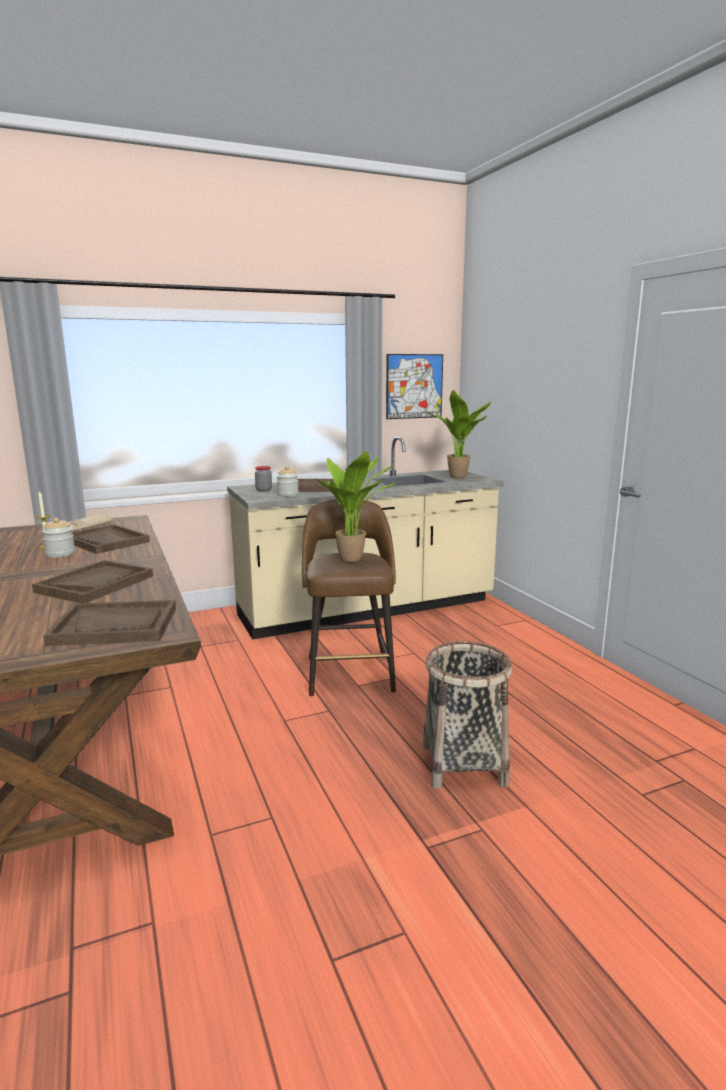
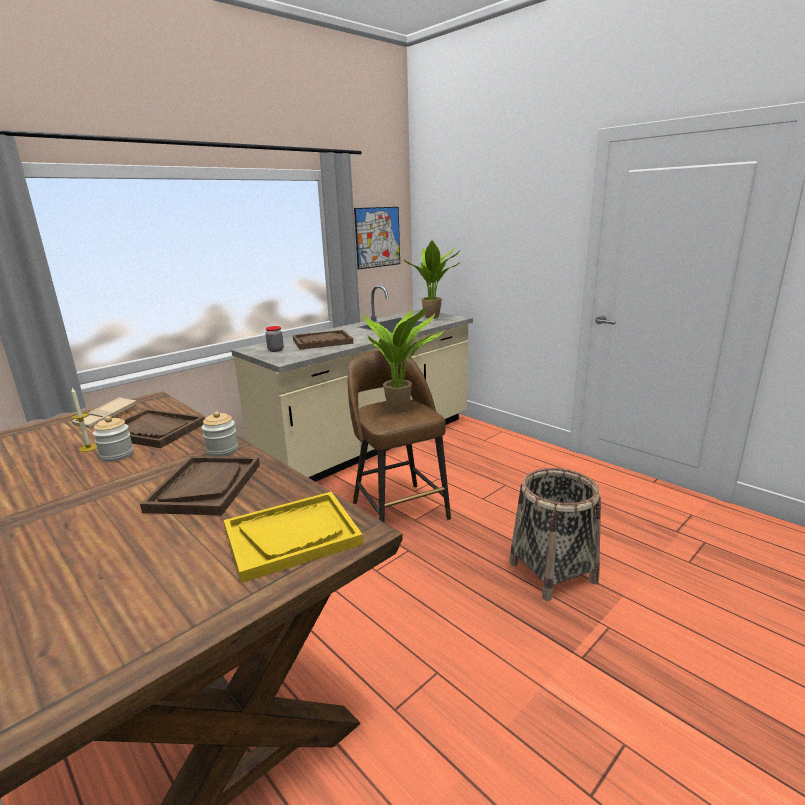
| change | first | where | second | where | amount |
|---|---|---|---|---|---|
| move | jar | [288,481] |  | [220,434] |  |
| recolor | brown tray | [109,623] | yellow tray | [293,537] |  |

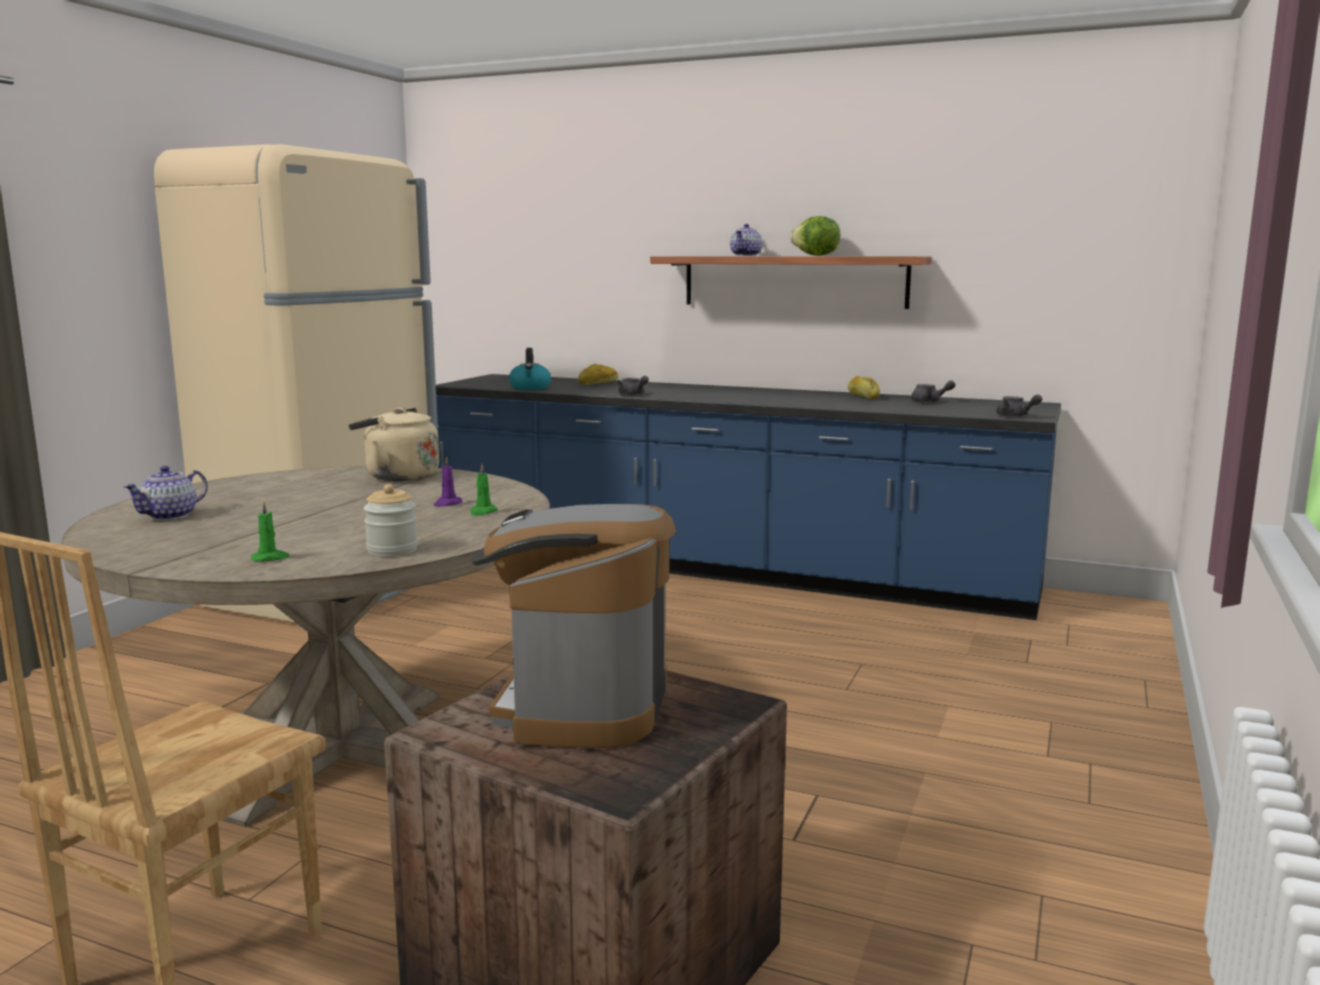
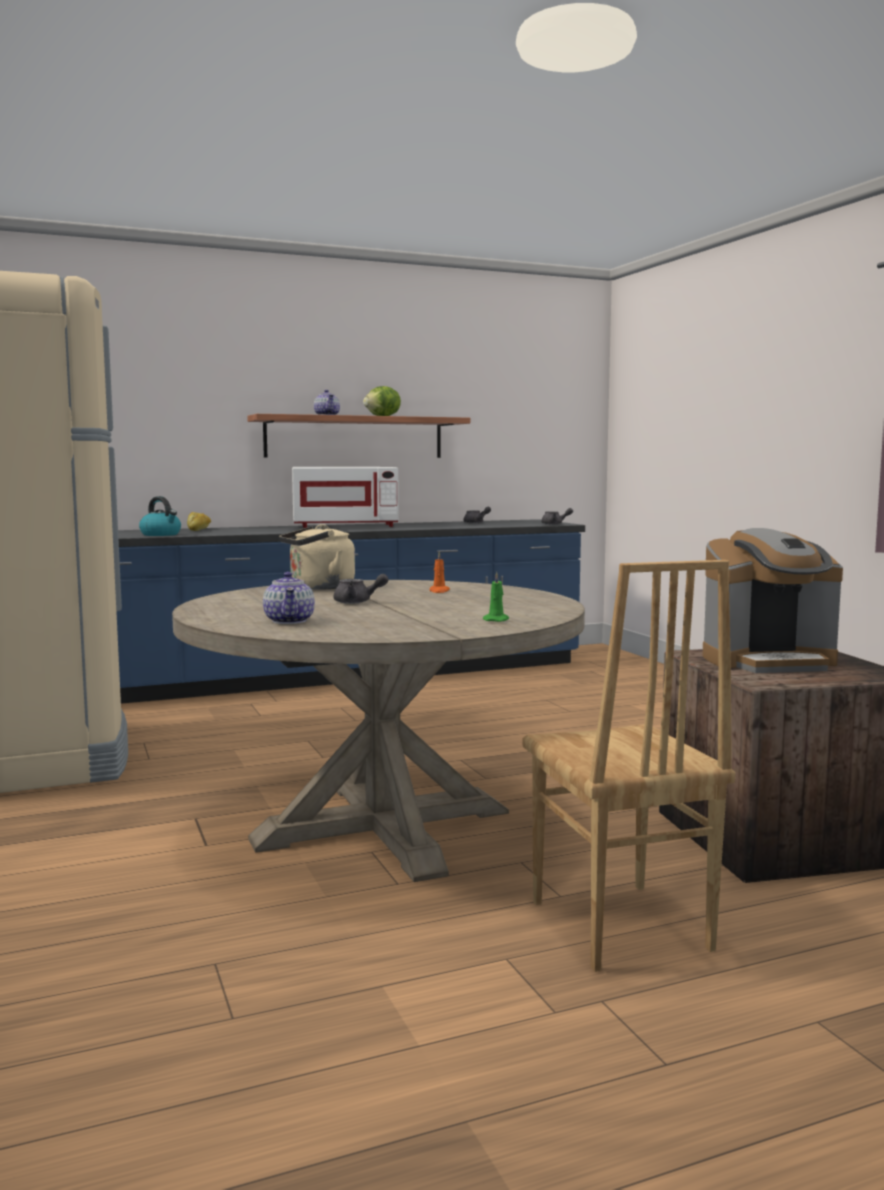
| change | first | where | second | where | amount |
|---|---|---|---|---|---|
| insert |  |  | white microwave | [345,497] |  |
| move | grey teapot | [633,385] |  | [361,589] |  |
| recolor | purple candle | [448,481] | orange candle | [440,572] |  |
| rotate | coffee machine | [573,626] |  | [773,600] | 60 degrees counterclockwise |
| delete | jar | [391,520] |  |  |  |
| delete | green candle | [484,490] |  |  |  |
| delete | bread | [864,388] |  |  |  |

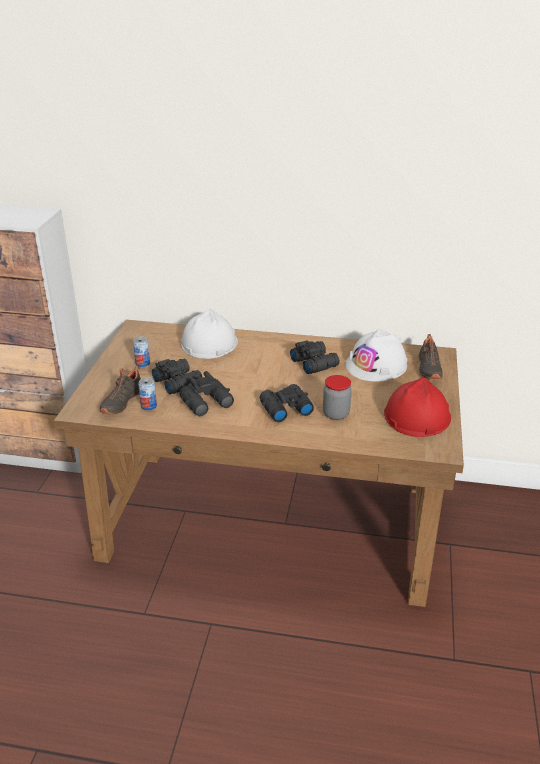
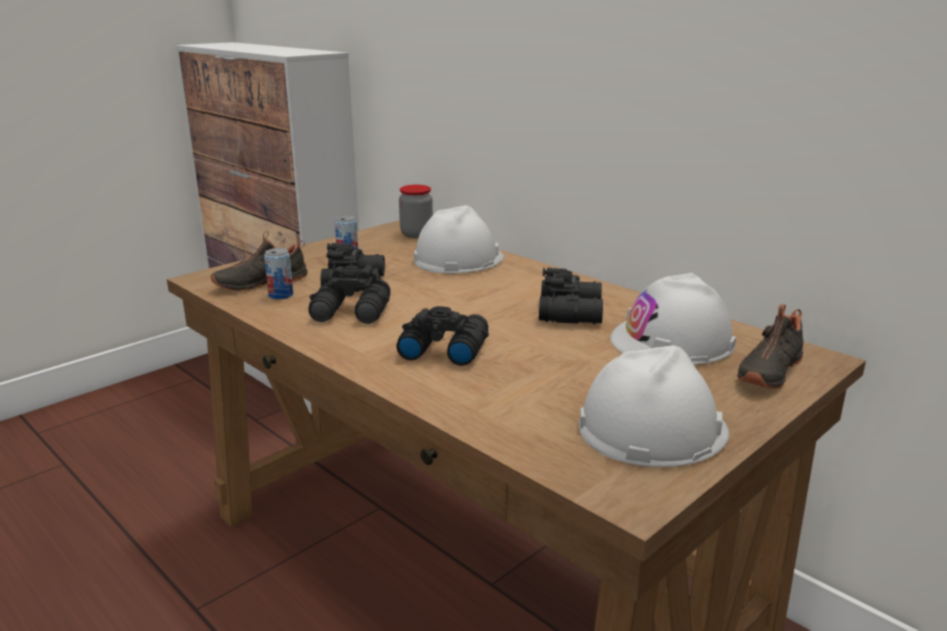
| change | first | where | second | where | amount |
|---|---|---|---|---|---|
| move | jar | [337,397] |  | [416,211] |  |
| recolor | red hard hat | [417,407] | white hard hat | [654,406] |  |

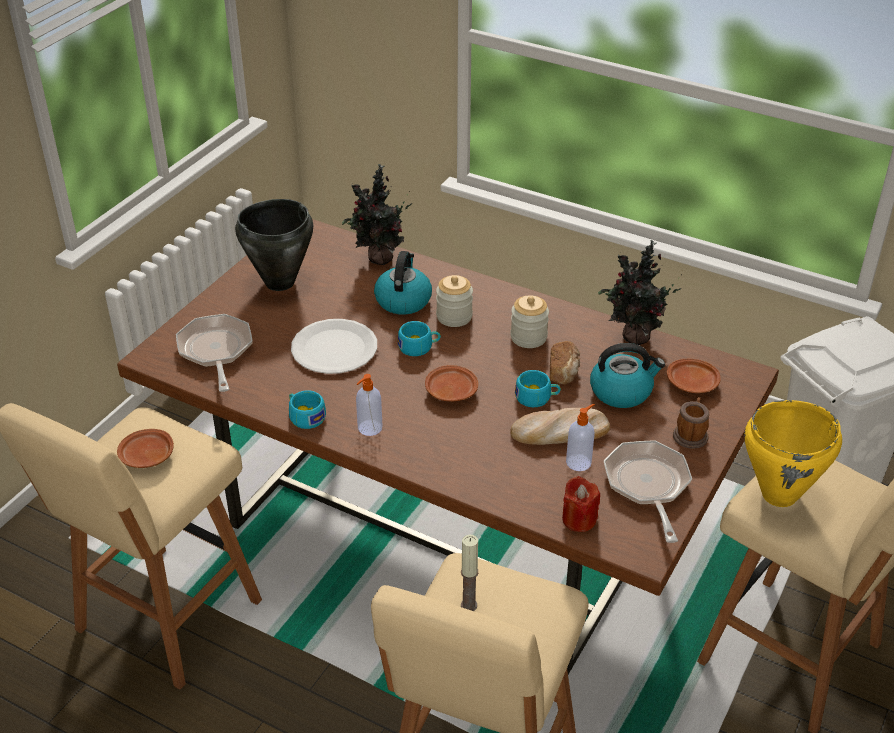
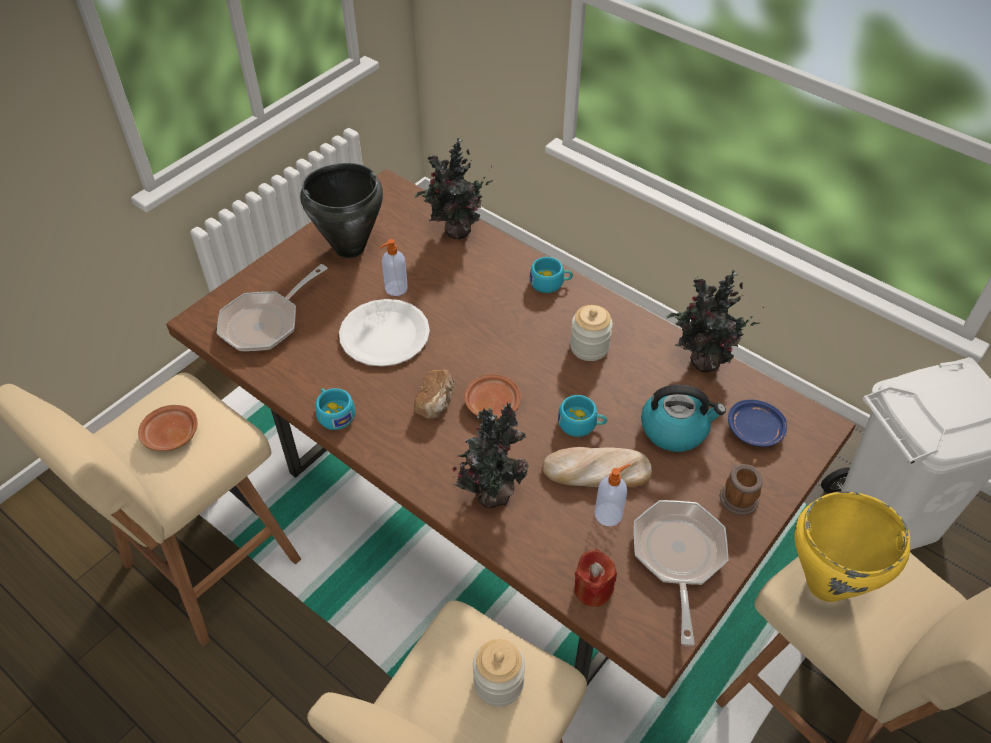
| change | first | where | second | where | amount |
|---|---|---|---|---|---|
| rotate | frying pan | [214,353] |  | [272,308] | 135 degrees counterclockwise |
| move | soap dispenser | [369,405] |  | [393,267] |  |
| move | bread | [565,362] |  | [434,394] |  |
| insert |  |  | potted plant | [491,455] |  |
| move | jar | [454,301] |  | [499,673] |  |
| move | turquoise cup | [419,338] |  | [551,275] |  |
| recolor | brown plate | [694,376] | blue plate | [757,423] |  |
| delete | kettle | [403,283] |  |  |  |
| delete | candle | [469,573] |  |  |  |

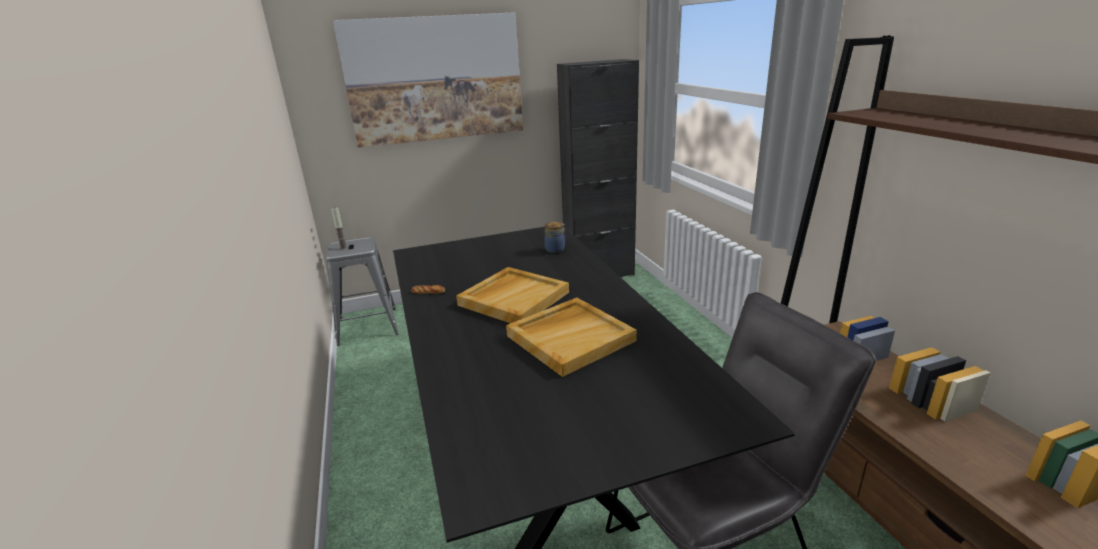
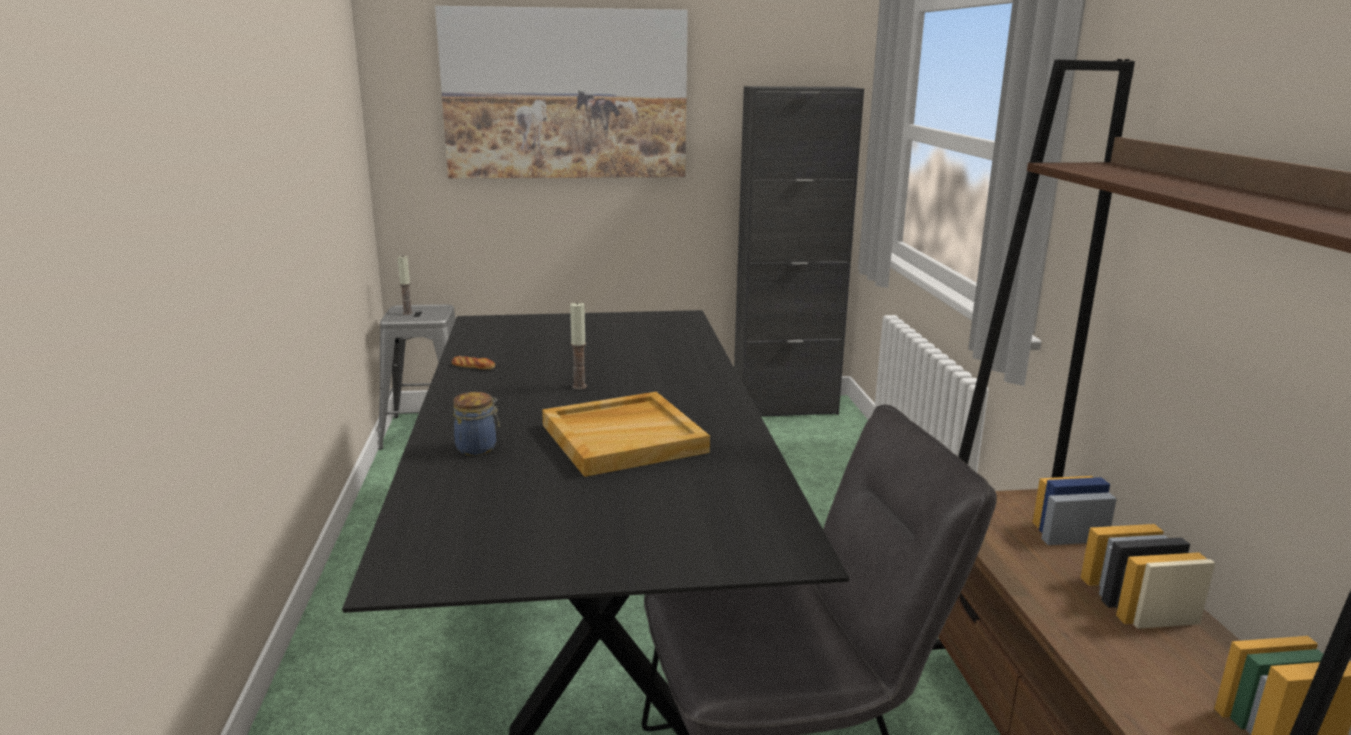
| change | first | where | second | where | amount |
|---|---|---|---|---|---|
| move | jar | [555,237] |  | [476,423] |  |
| replace | beige tray | [512,295] | candle | [578,345] |  |

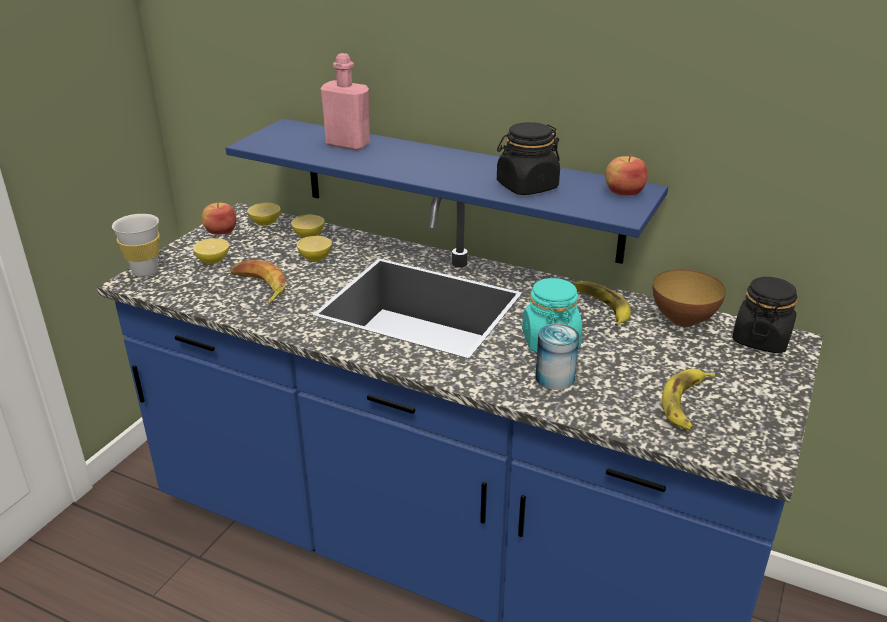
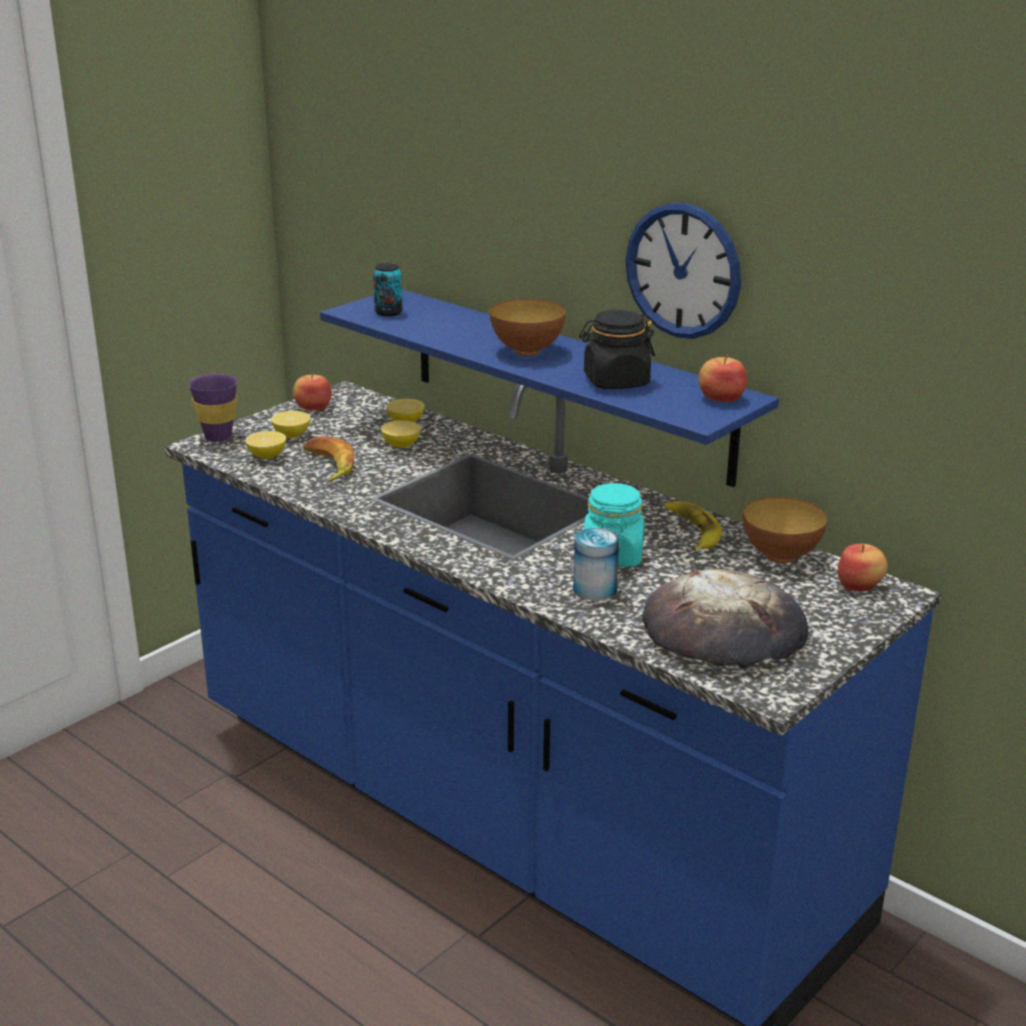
| change | first | where | second | where | amount |
|---|---|---|---|---|---|
| recolor | white cup | [136,245] | purple cup | [213,408] |  |
| move | lemon | [264,214] |  | [265,445] |  |
| insert |  |  | can | [388,289] |  |
| insert |  |  | bowl | [527,327] |  |
| insert |  |  | wall clock | [683,271] |  |
| replace | banana | [688,399] | bread | [725,619] |  |
| replace | black jar | [764,315] | apple | [863,568] |  |
| delete | pink bottle | [345,102] |  |  |  |

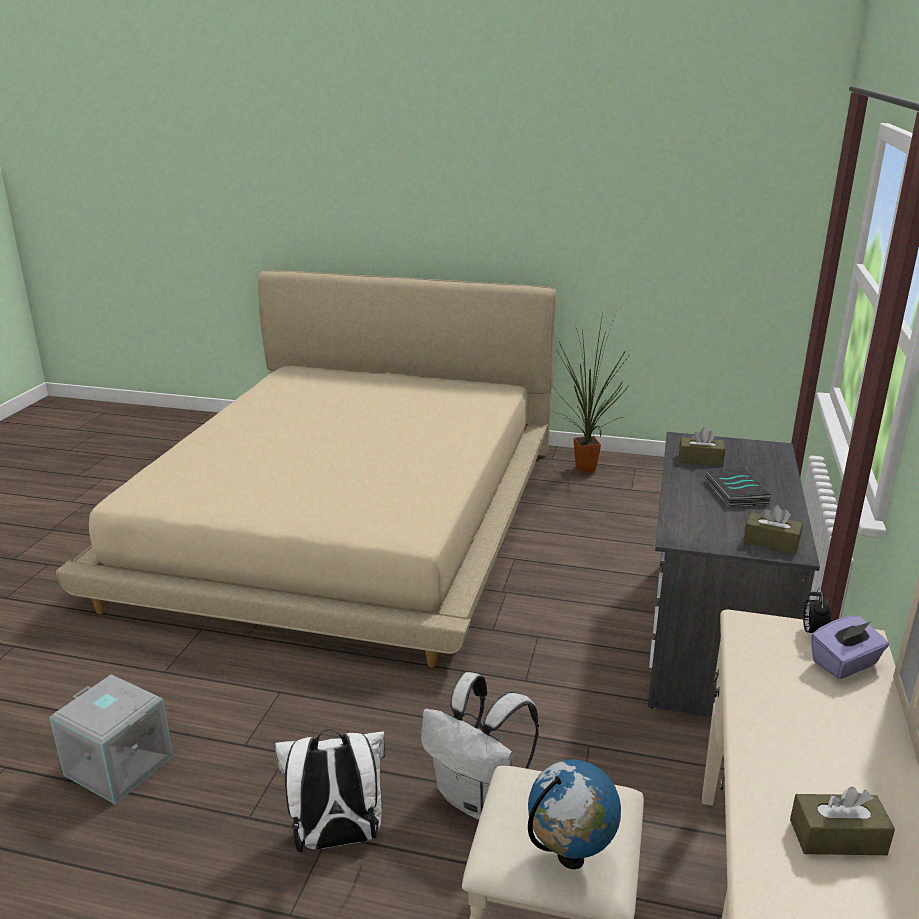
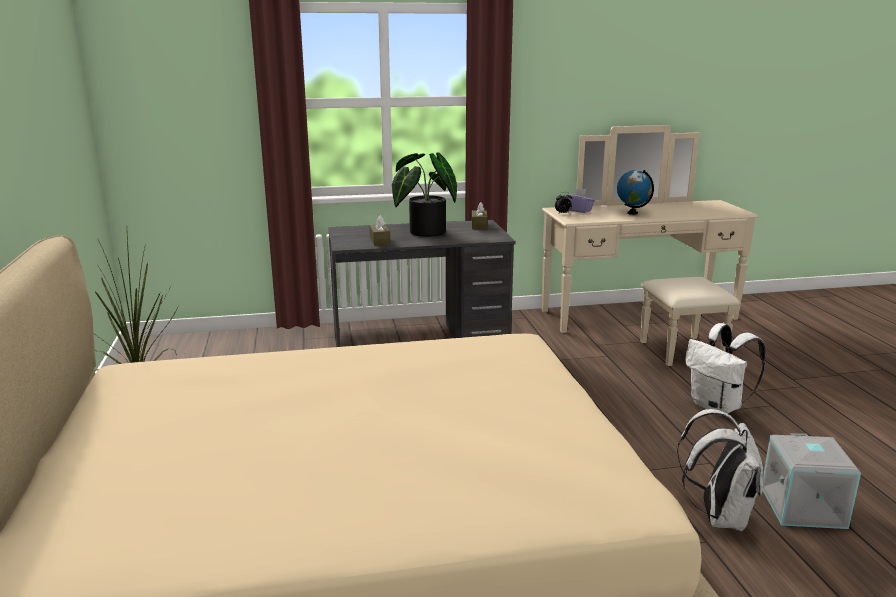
| change | first | where | second | where | amount |
|---|---|---|---|---|---|
| replace | book | [738,487] | potted plant | [424,195] |  |
| move | globe | [574,814] |  | [635,192] |  |
| move | white backpack | [480,746] |  | [720,470] |  |
| delete | brown tissue box | [842,821] |  |  |  |

